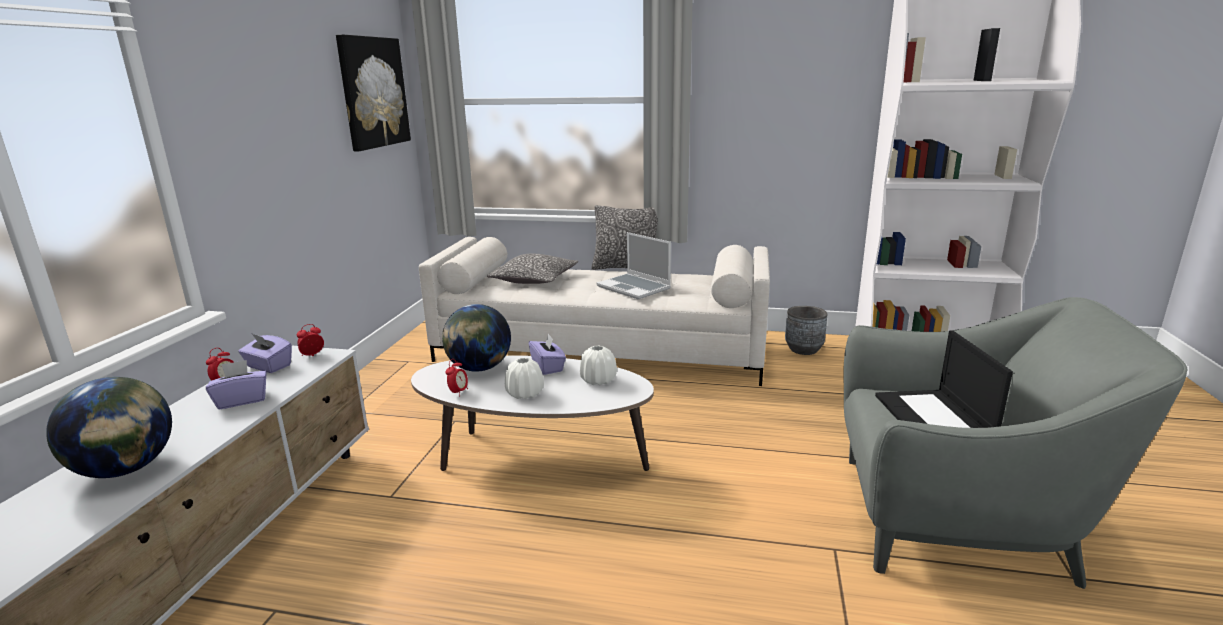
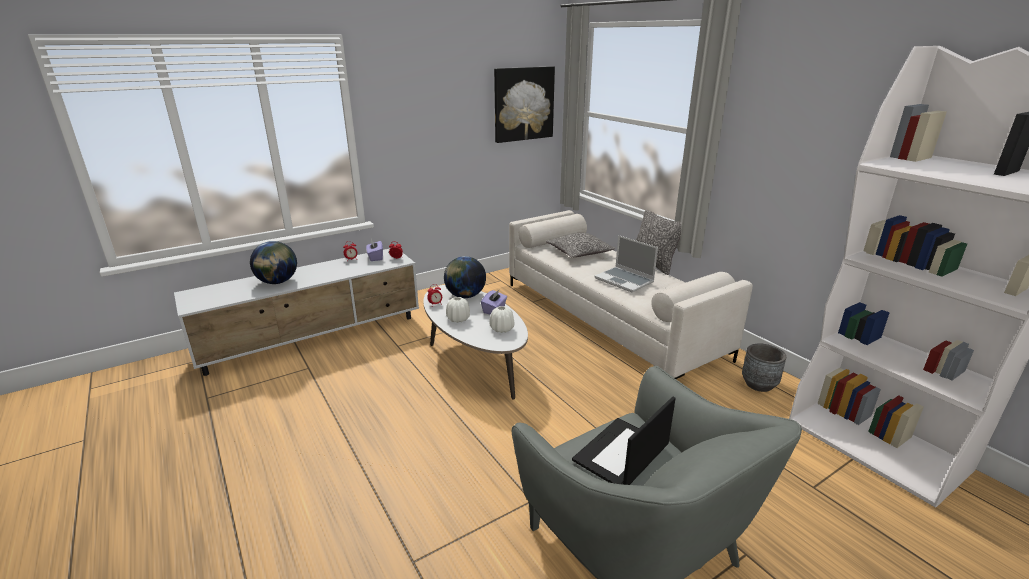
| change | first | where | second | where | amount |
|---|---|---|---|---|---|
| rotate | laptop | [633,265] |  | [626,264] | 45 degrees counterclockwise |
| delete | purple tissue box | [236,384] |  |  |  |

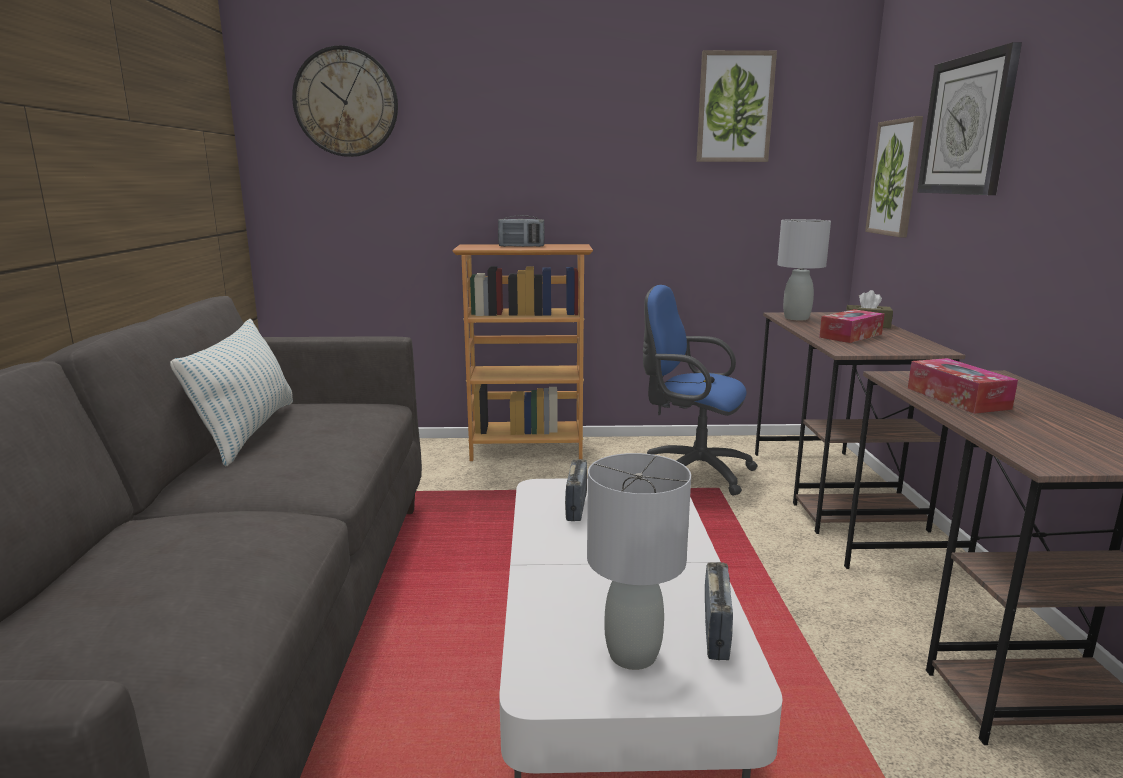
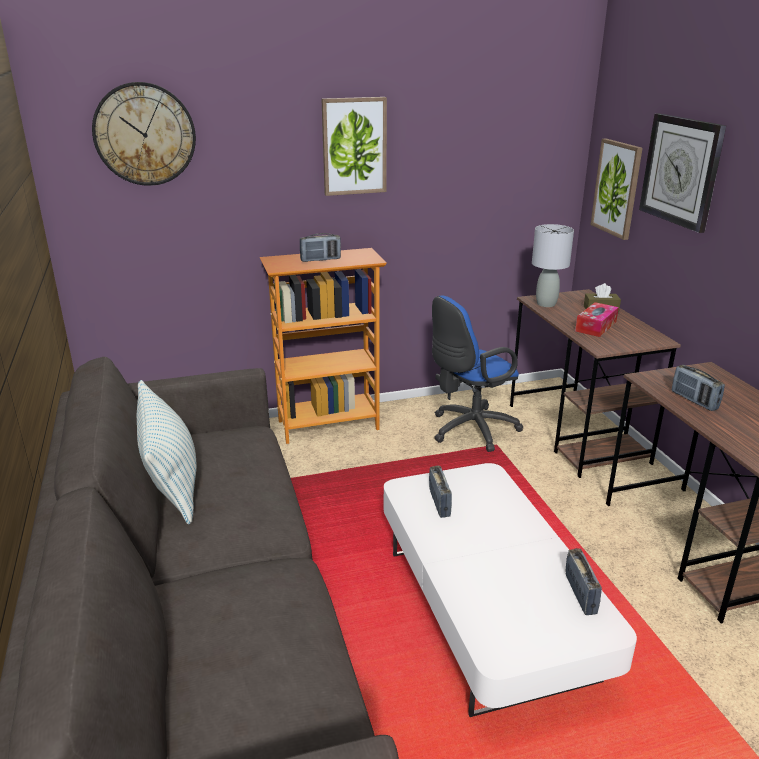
| change | first | where | second | where | amount |
|---|---|---|---|---|---|
| move | picture | [736,106] |  | [354,146] |  |
| rotate | blue office chair | [700,390] |  | [477,373] | 45 degrees counterclockwise |
| replace | tissue box | [963,386] | radio | [698,388] |  |
| delete | grey table lamp | [639,561] |  |  |  |

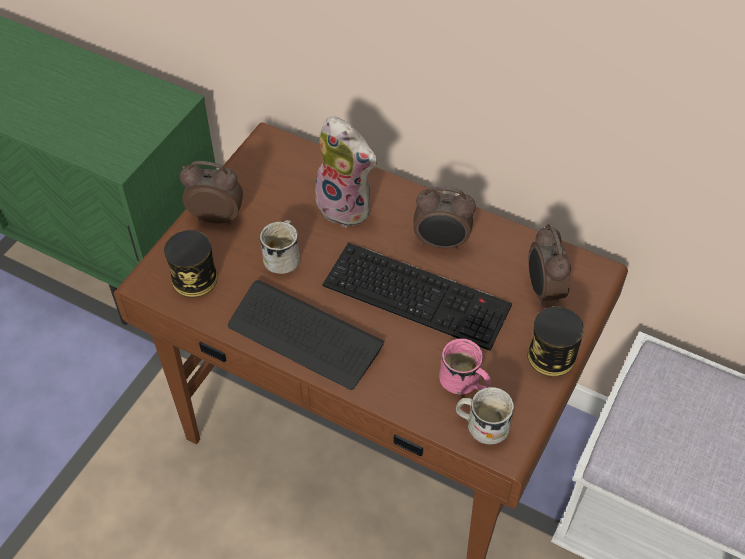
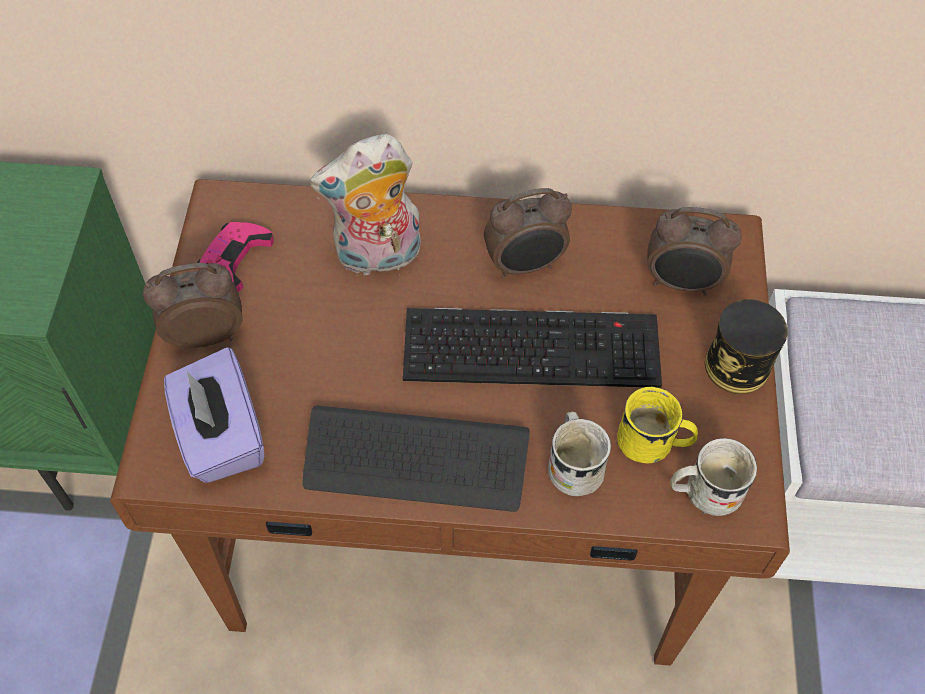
| change | first | where | second | where | amount |
|---|---|---|---|---|---|
| replace | can | [190,264] | purple tissue box | [214,415] |  |
| insert |  |  | pink game controller | [235,257] |  |
| rotate | plush toy | [346,172] |  | [365,205] | 150 degrees clockwise |
| move | white mug | [280,247] |  | [579,454] |  |
| recolor | pink mug | [465,366] | yellow mug | [657,425] |  |
| rotate | alarm clock | [549,265] |  | [694,251] | 45 degrees counterclockwise |

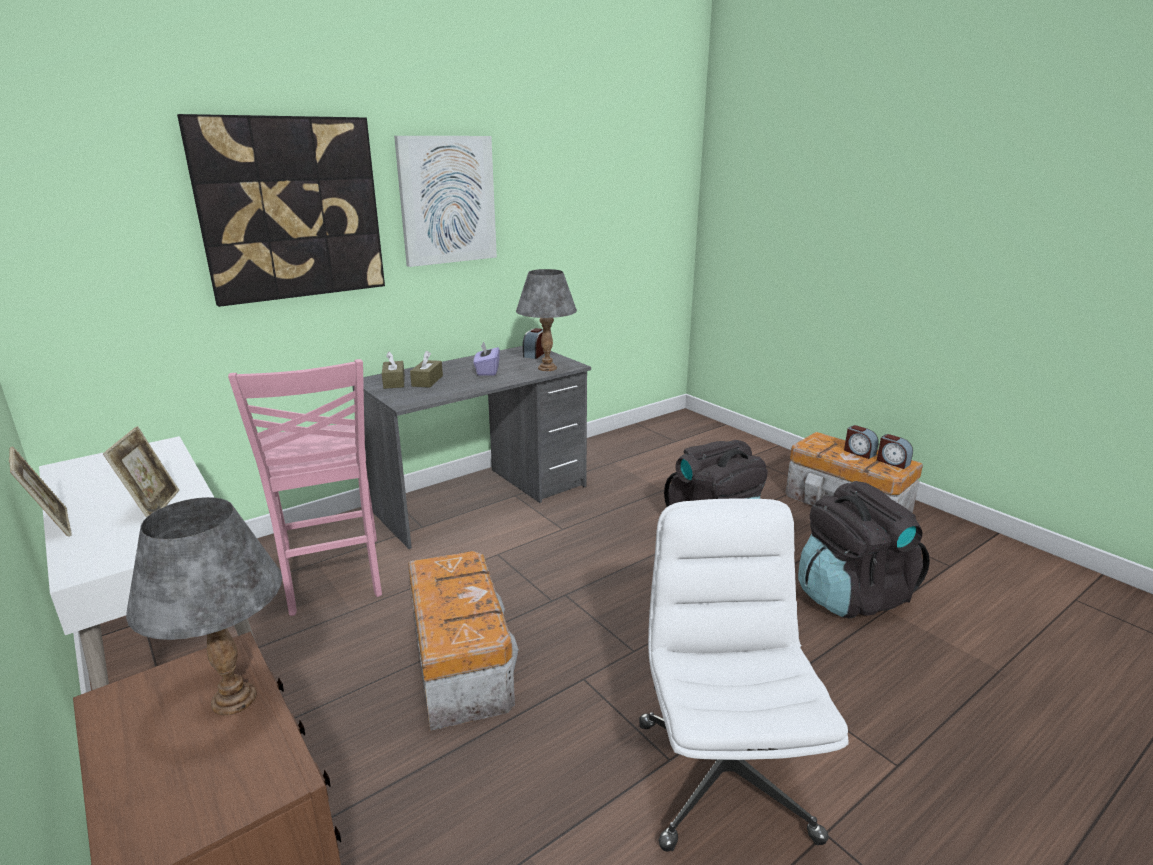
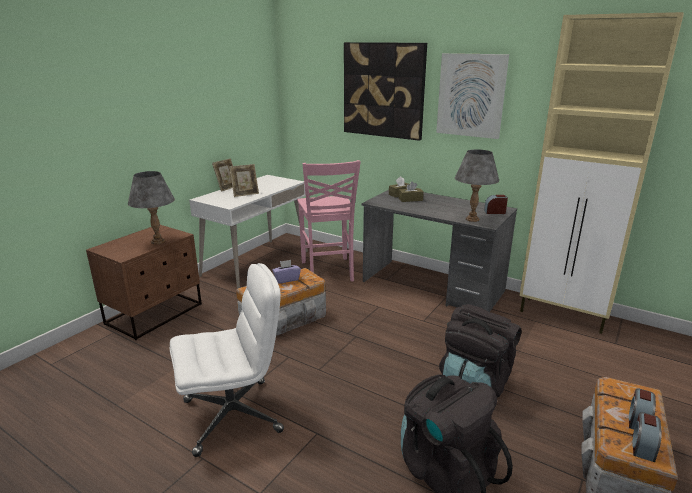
| change | first | where | second | where | amount |
|---|---|---|---|---|---|
| move | purple tissue box | [486,359] |  | [286,271] |  |
| rotate | pink chair | [305,487] |  | [329,221] | 60 degrees counterclockwise |
| insert |  |  | beige cabinet | [601,173] |  |

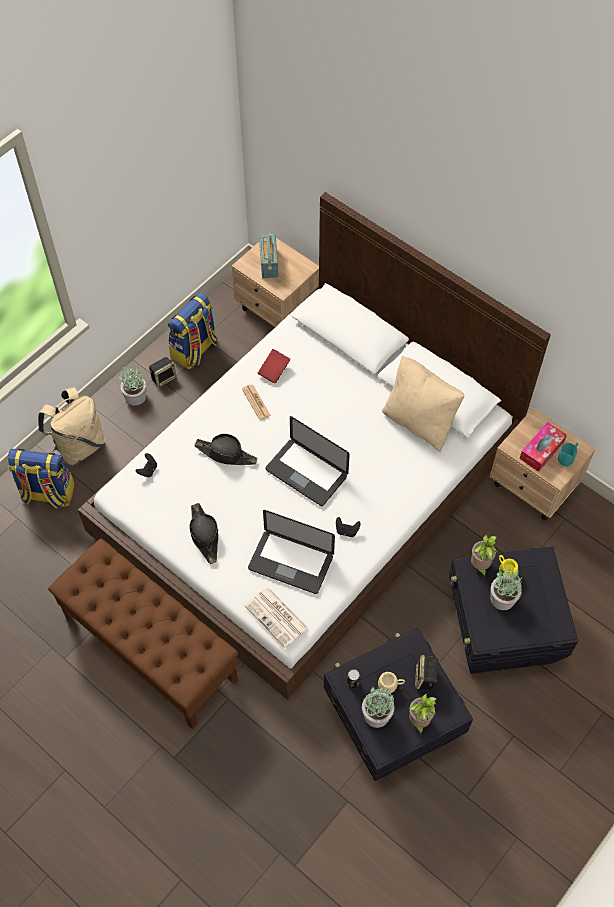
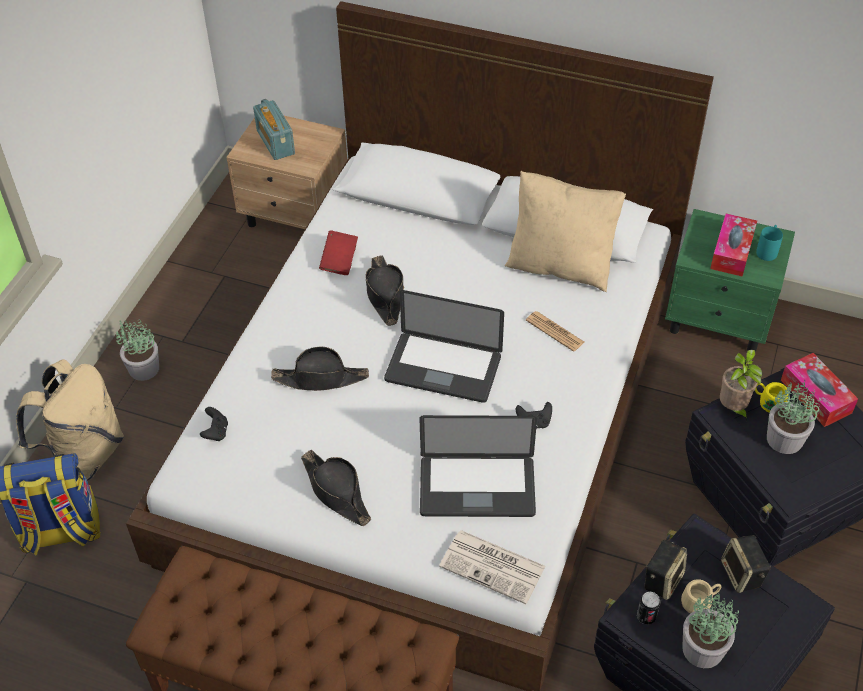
| change | first | where | second | where | amount |
|---|---|---|---|---|---|
| insert |  |  | black hat | [384,290] |  |
| move | newspaper | [256,402] |  | [555,331] |  |
| move | speaker | [162,372] |  | [665,570] |  |
| recolor | beige nightstand | [542,464] | green nightstand | [730,280] |  |
| insert |  |  | tissue box | [819,390] |  |
| delete | backpack | [193,330] |  |  |  |
| delete | potted plant | [422,714] |  |  |  |

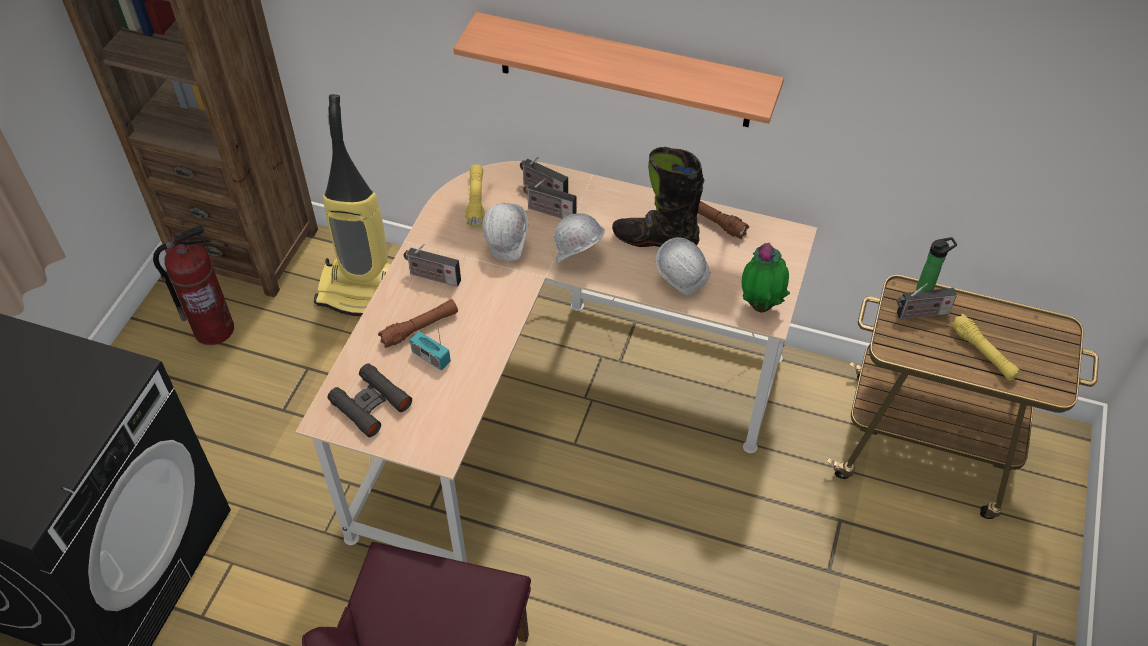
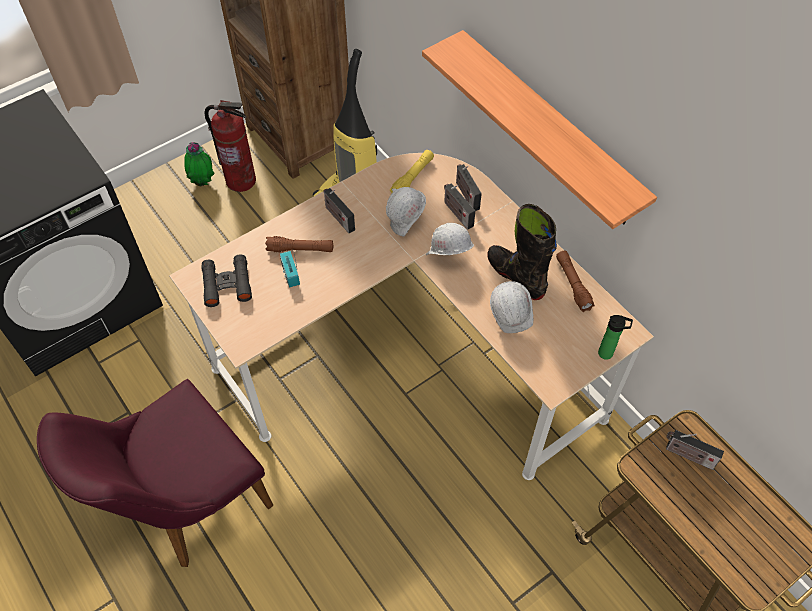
| change | first | where | second | where | amount |
|---|---|---|---|---|---|
| move | potted plant | [766,277] |  | [199,164] |  |
| move | bottle | [936,264] |  | [615,337] |  |
| delete | yellow flashlight | [985,347] |  |  |  |

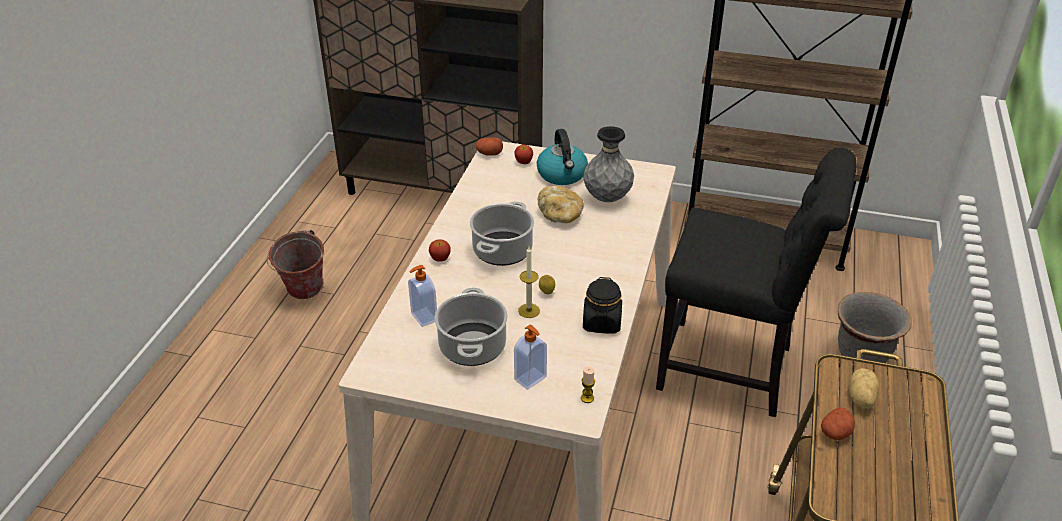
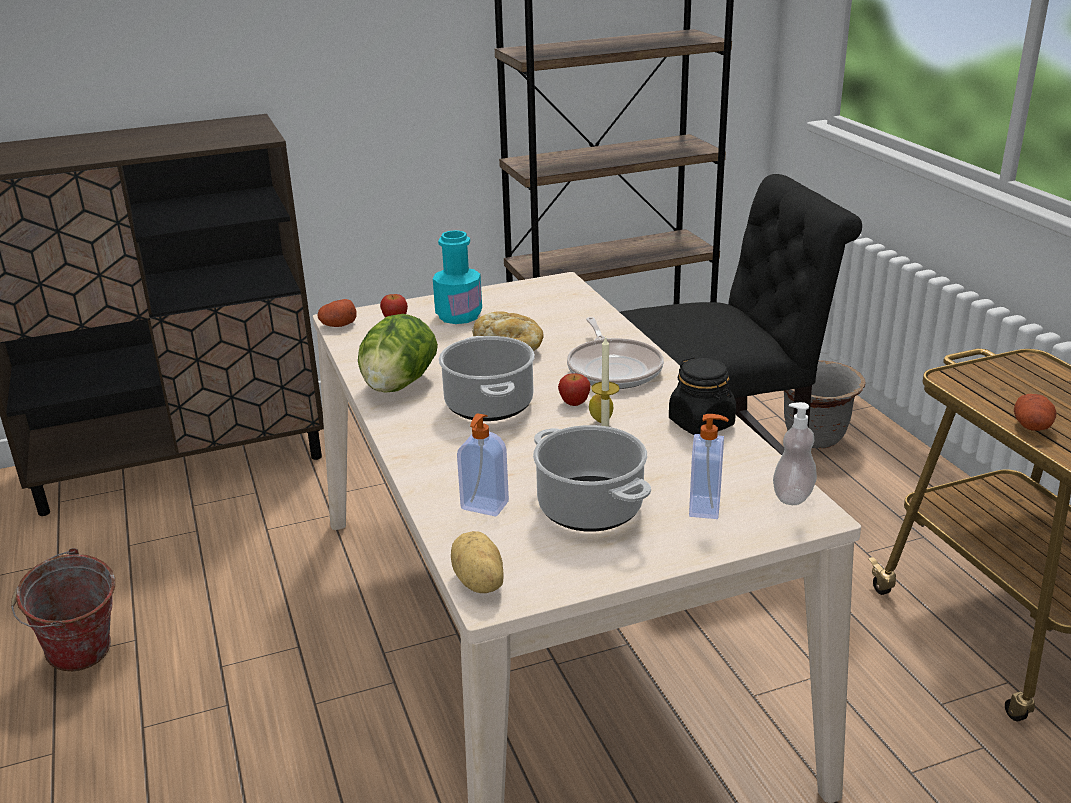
| change | first | where | second | where | amount |
|---|---|---|---|---|---|
| insert |  |  | lettuce | [398,353] |  |
| replace | kettle | [562,157] | turquoise bottle | [457,277] |  |
| move | potato | [864,388] |  | [477,562] |  |
| move | apple | [440,250] |  | [574,389] |  |
| insert |  |  | frying pan | [615,353] |  |
| replace | candle | [588,385] | soap dispenser | [795,453] |  |
| delete | grey vase | [608,164] |  |  |  |

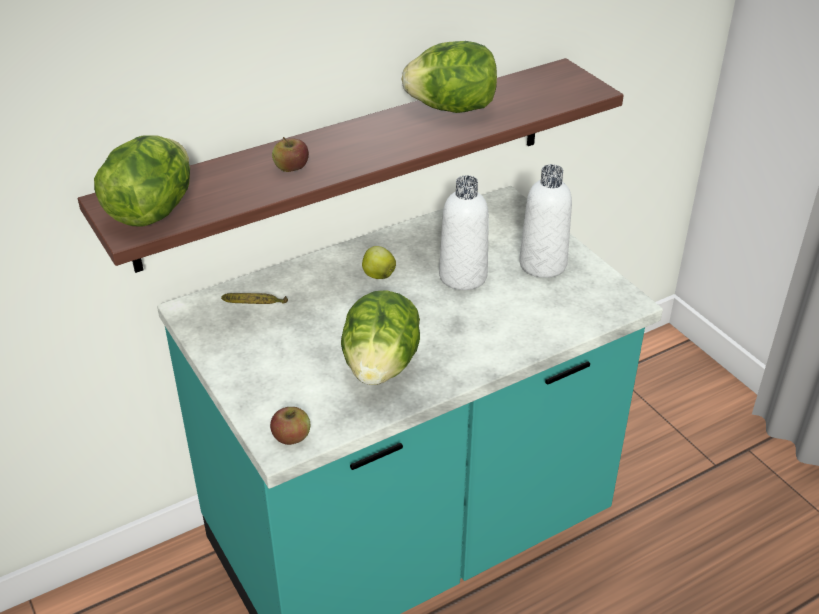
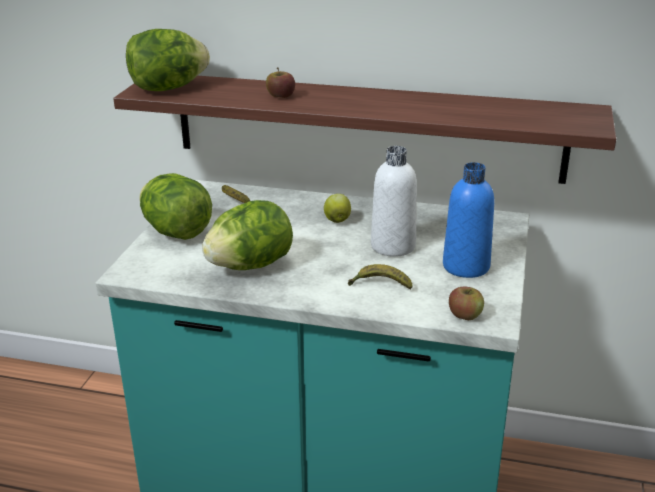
| change | first | where | second | where | amount |
|---|---|---|---|---|---|
| move | lettuce | [449,77] |  | [175,206] |  |
| insert |  |  | banana | [380,276] |  |
| recolor | white bottle | [545,221] | blue bottle | [468,220] |  |
| move | apple | [290,426] |  | [466,303] |  |

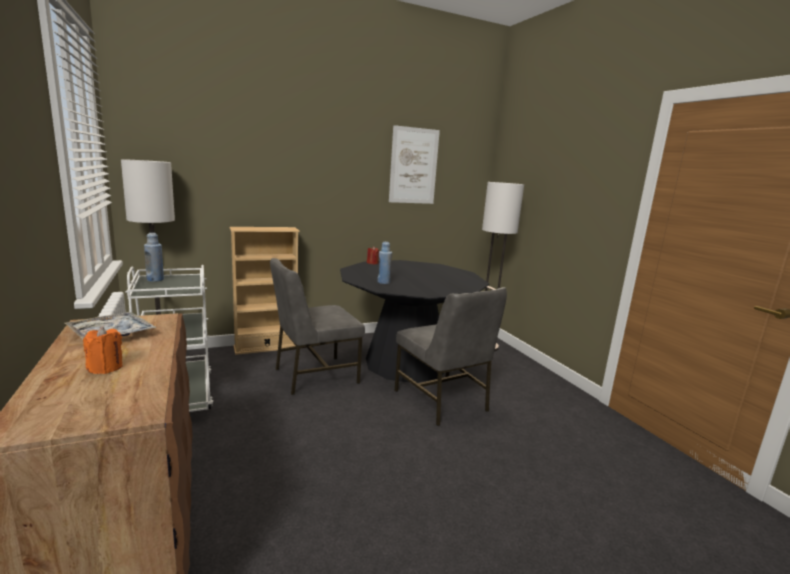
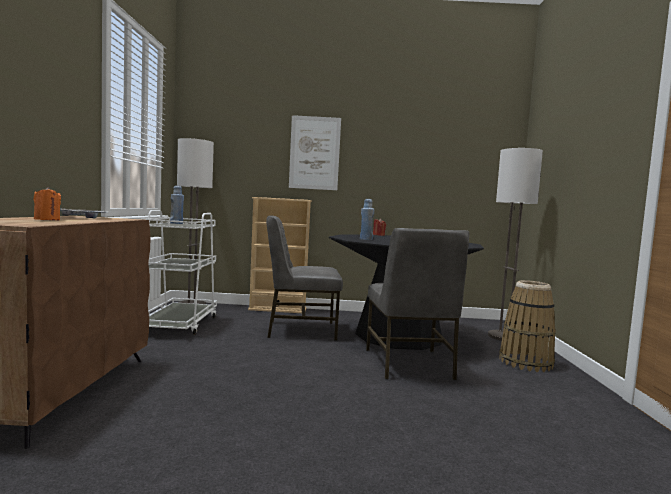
| change | first | where | second | where | amount |
|---|---|---|---|---|---|
| move | picture | [414,164] |  | [315,152] |  |
| insert |  |  | basket | [527,326] |  |

